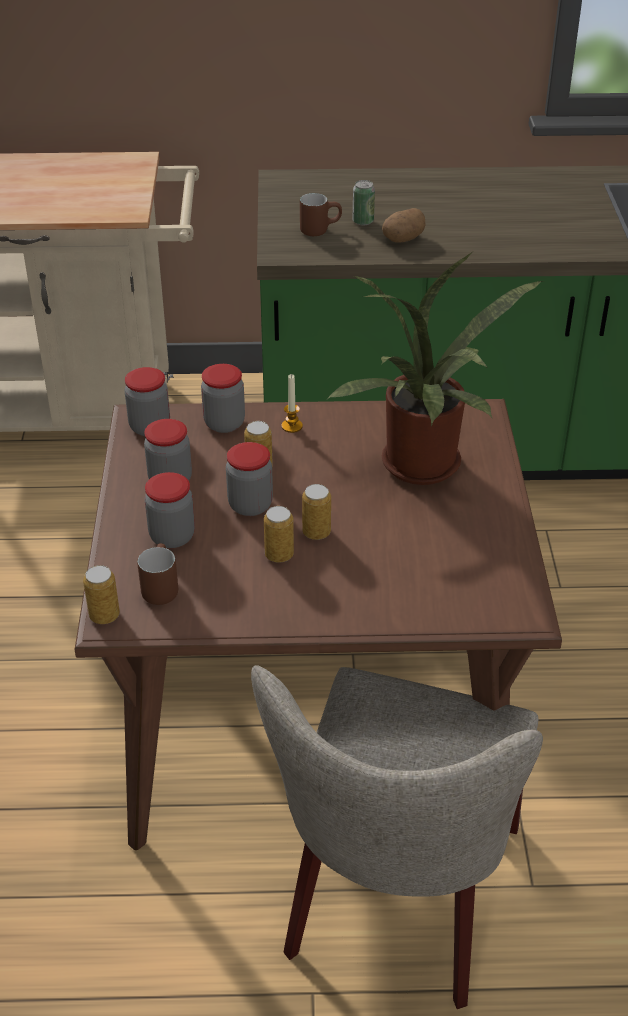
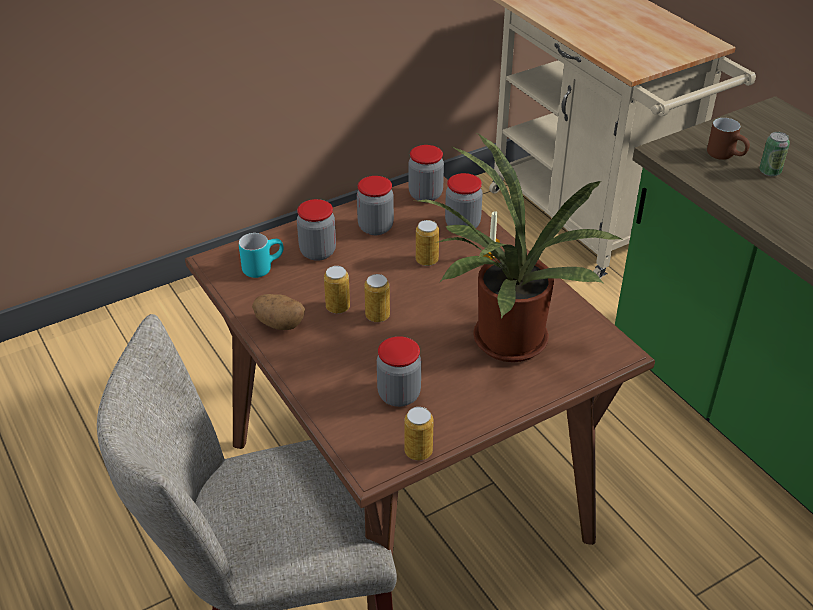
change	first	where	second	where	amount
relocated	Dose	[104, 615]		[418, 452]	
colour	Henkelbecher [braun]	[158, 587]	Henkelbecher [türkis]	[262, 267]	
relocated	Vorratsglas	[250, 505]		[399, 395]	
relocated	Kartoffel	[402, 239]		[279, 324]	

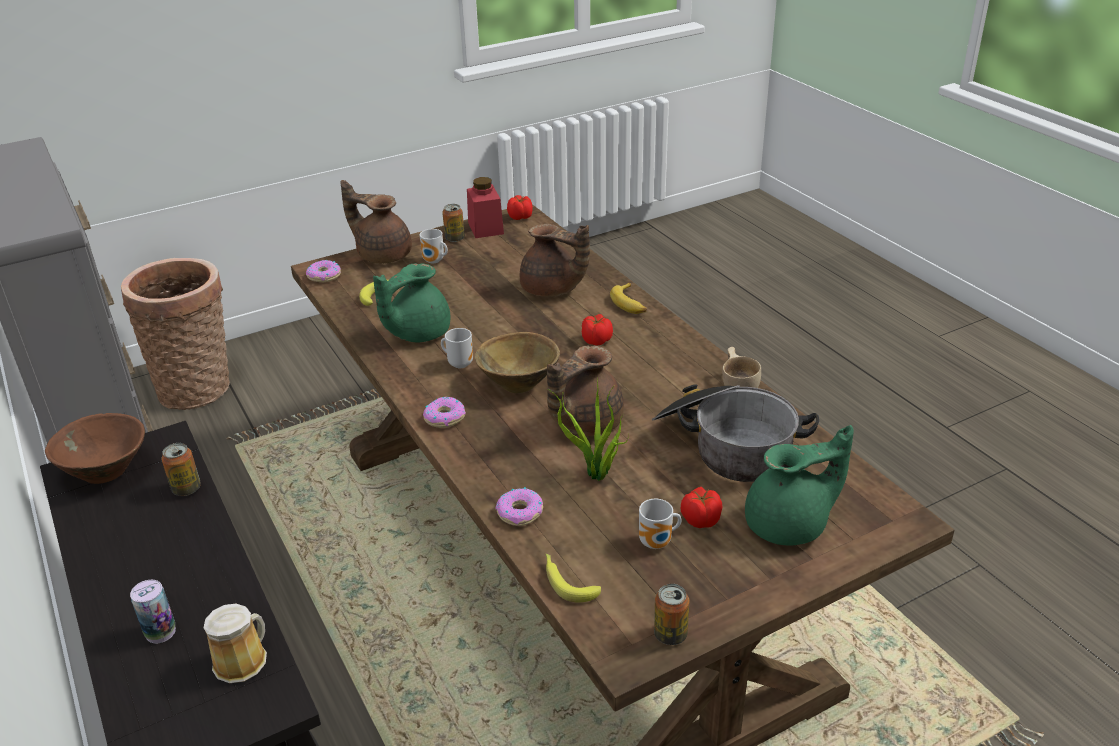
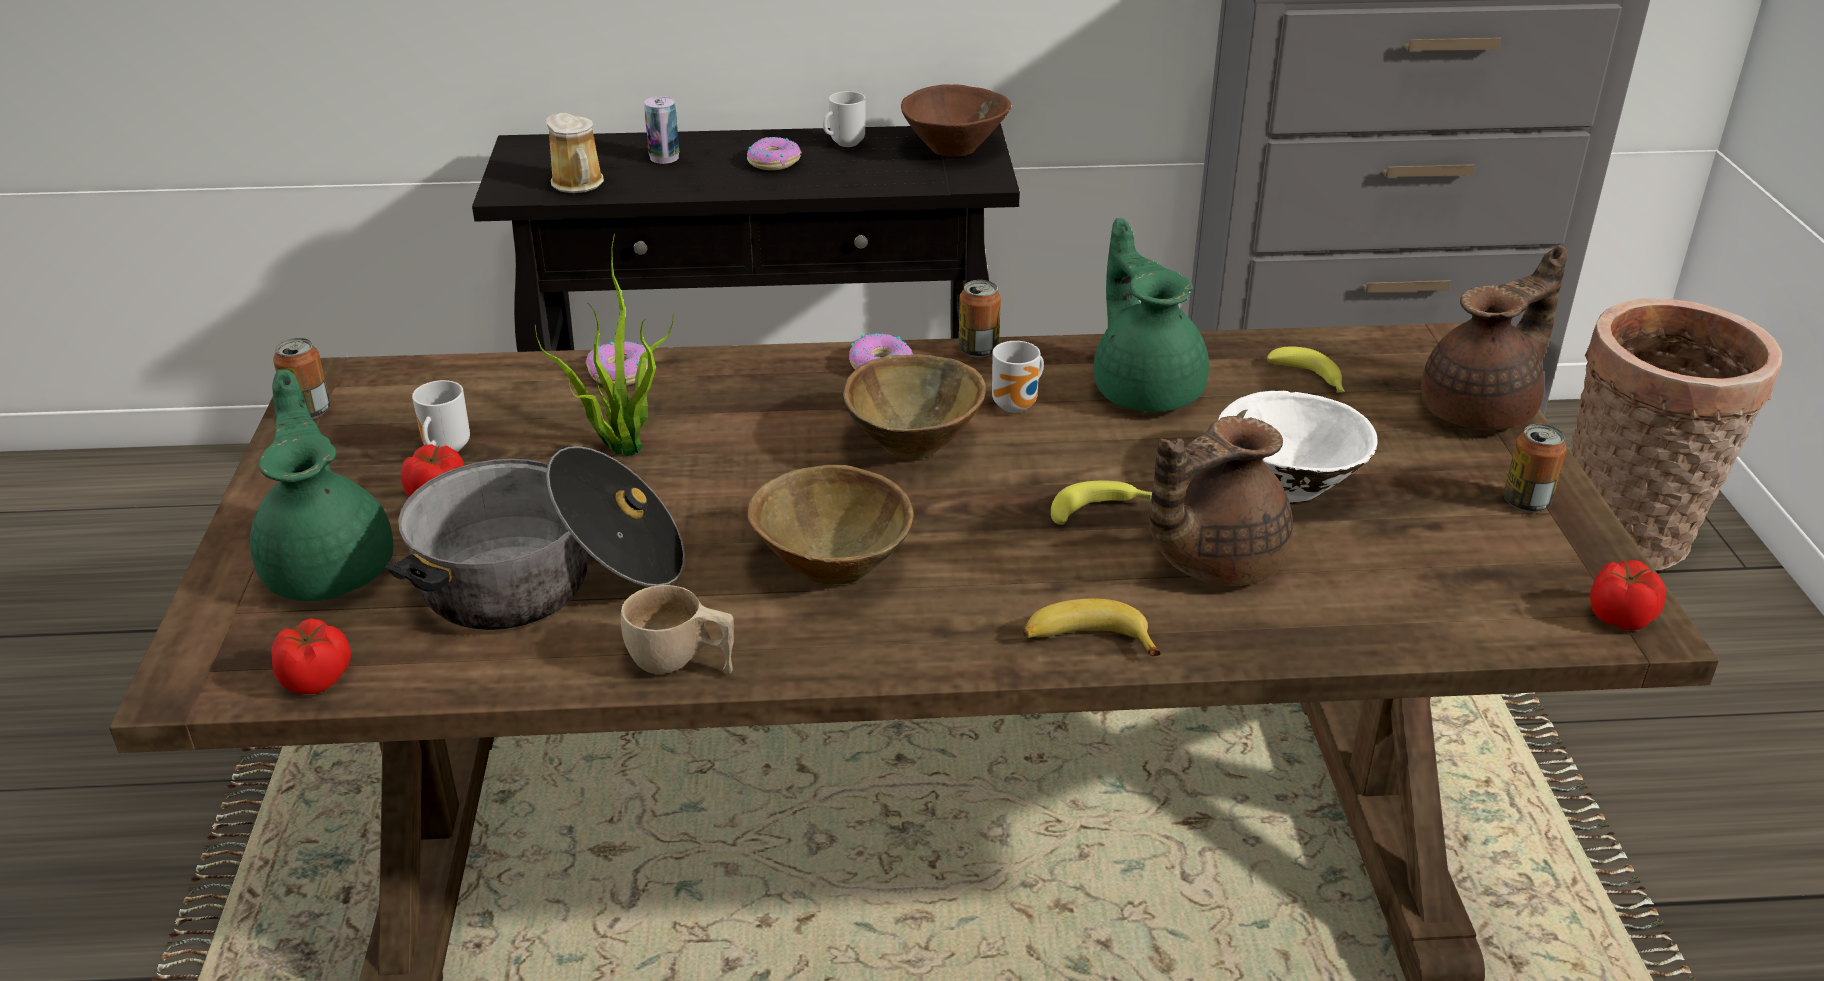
change	first	where	second	where	amount
relocated	Dose	[186, 489]		[978, 350]	
relocated	Donut	[324, 276]		[773, 162]	
relocated	Henkelbecher	[434, 261]		[844, 143]	
missing	Vorratsglas [rot]	[485, 228]			
relocated	Banane	[567, 581]		[1102, 511]	
missing	Teekanne [braun]	[584, 423]			
relocated	Tomate	[596, 340]		[317, 679]	
spun	Teekanne [grün]	[789, 525]		[331, 566]	150 degrees clockwise
appeared			Schüssel [braun]	[831, 566]	
appeared			Schüssel [weiß]	[1290, 484]	

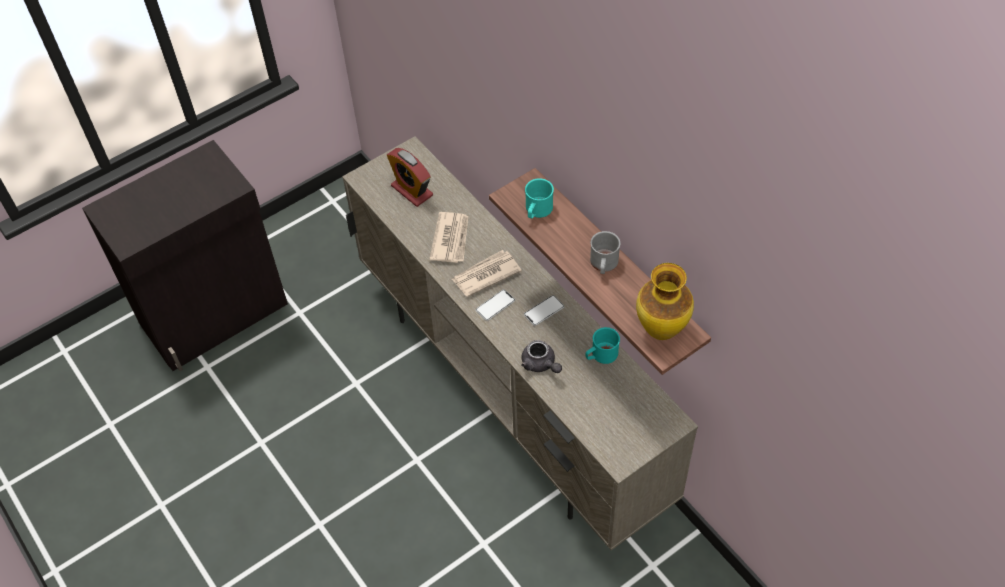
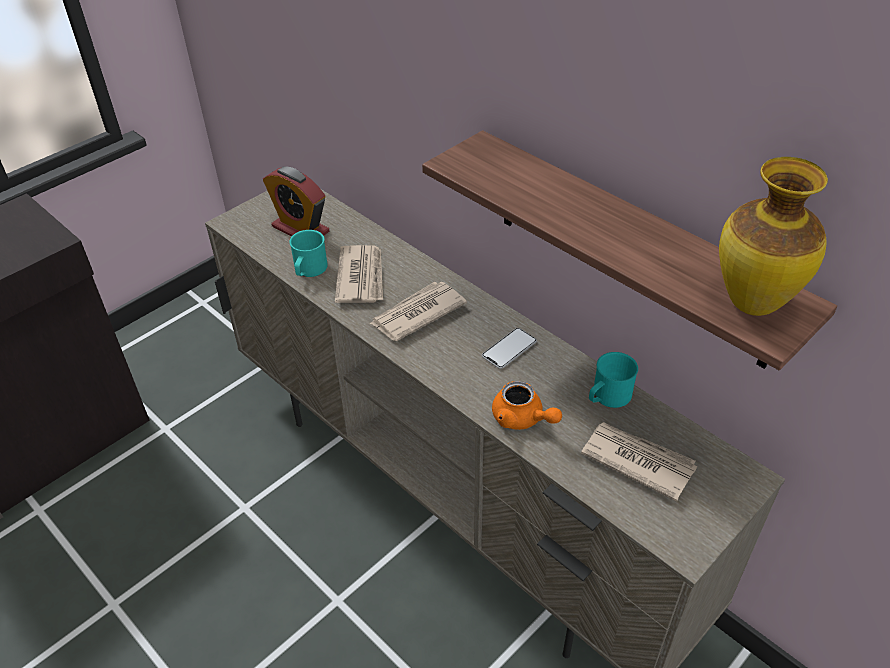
change	first	where	second	where	amount
missing	Handy	[495, 305]			
colour	Teekanne [grau]	[540, 364]	Teekanne [orange]	[522, 419]	
relocated	Henkelbecher [türkis]	[537, 211]		[309, 270]	
missing	Henkelbecher [grau]	[603, 264]			
appeared			Zeitung	[637, 460]	

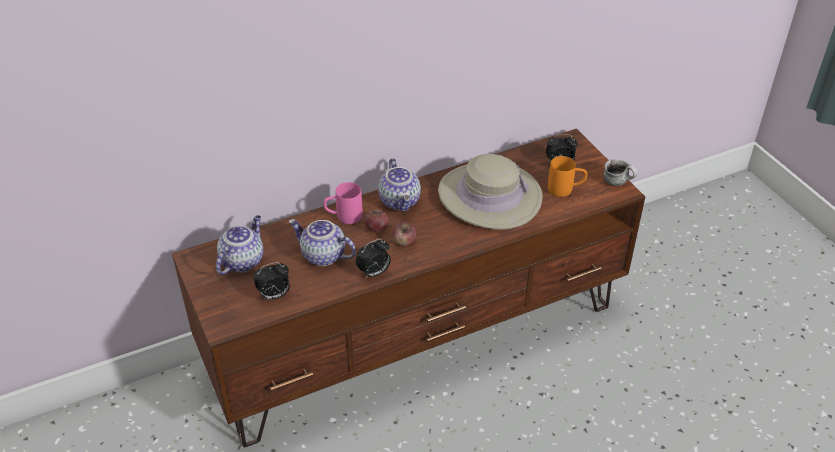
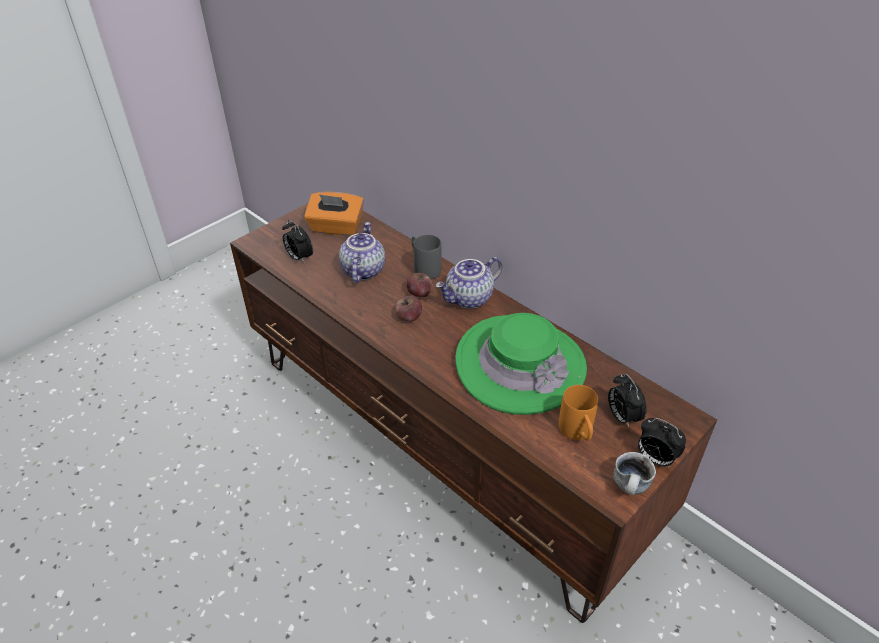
change	first	where	second	where	amount
exchanged	Teekanne	[242, 261]	Taschentuchbox [orange]	[336, 228]	
colour	Henkelbecher [rosa]	[343, 217]	Henkelbecher [grau]	[424, 268]	
relocated	Wecker	[374, 273]		[655, 459]	
colour	Hut [beige]	[489, 196]	Hut [grün]	[520, 365]	

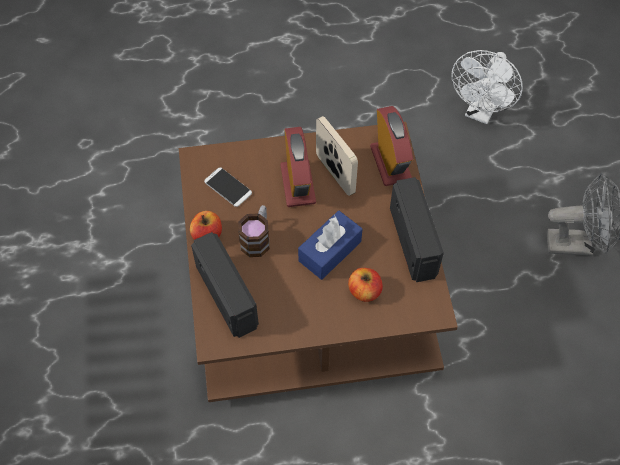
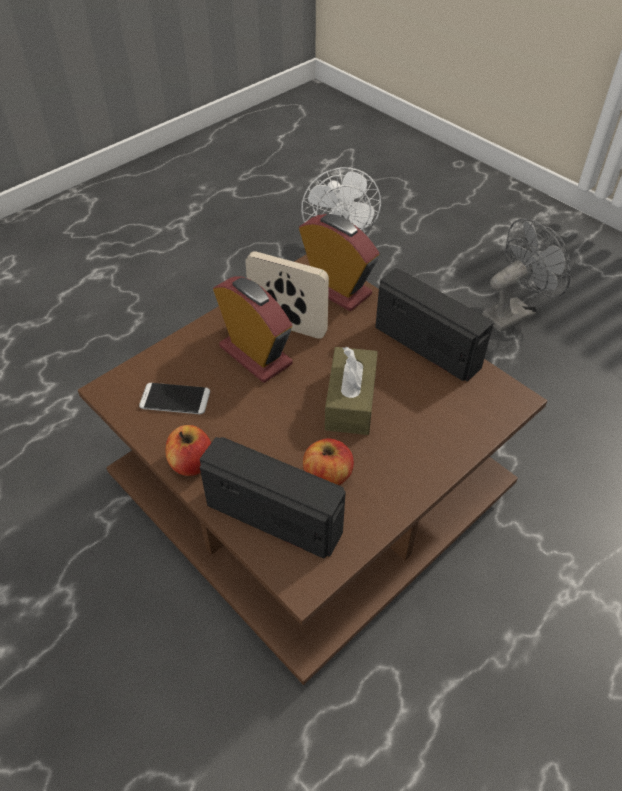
change	first	where	second	where	amount
missing	Henkelbecher	[257, 238]			
colour	Taschentuchbox [blau]	[330, 251]	Taschentuchbox [braun]	[350, 401]	
relocated	Apfel	[364, 291]		[327, 475]	

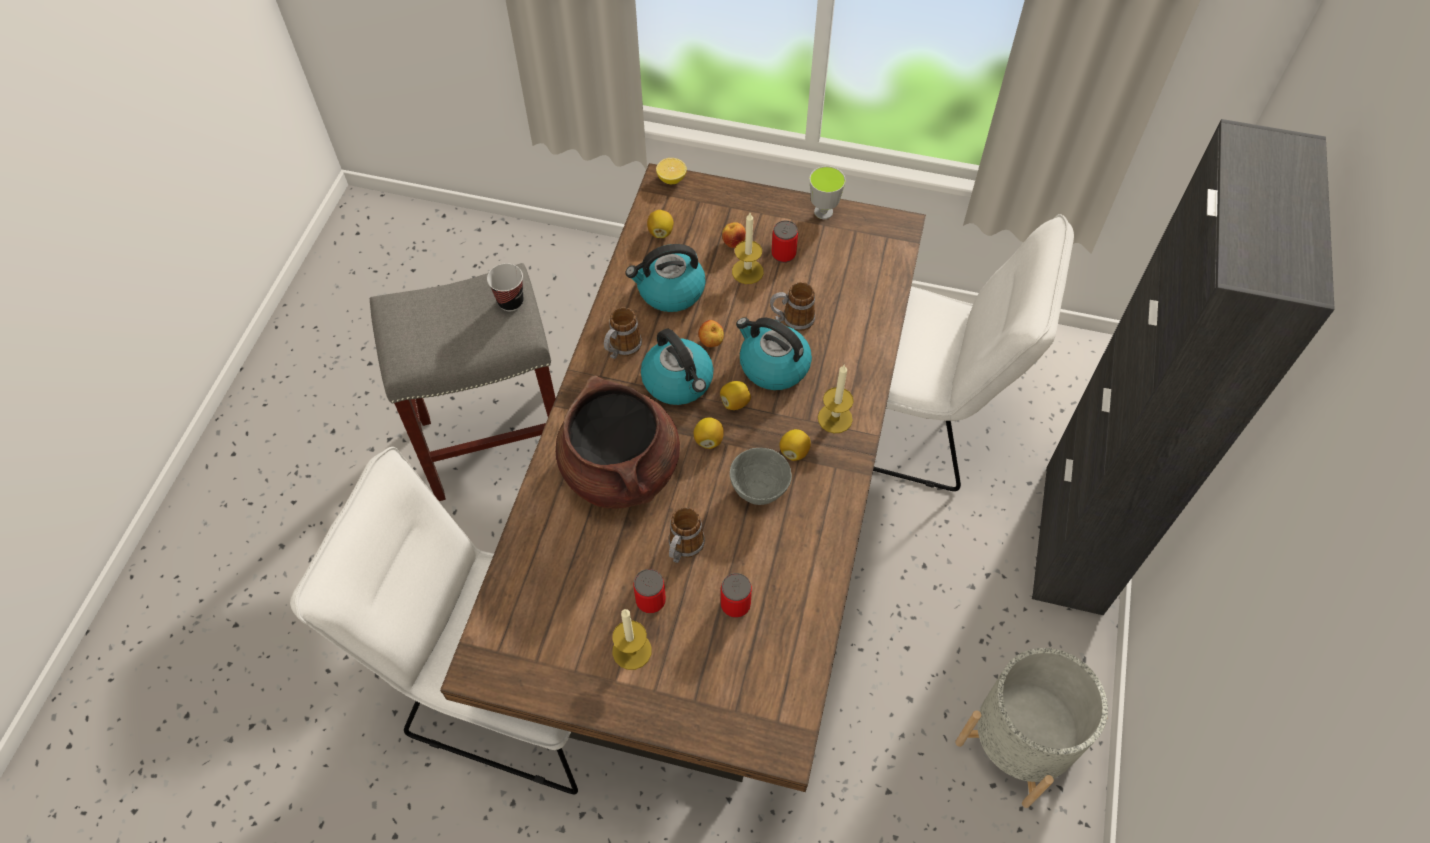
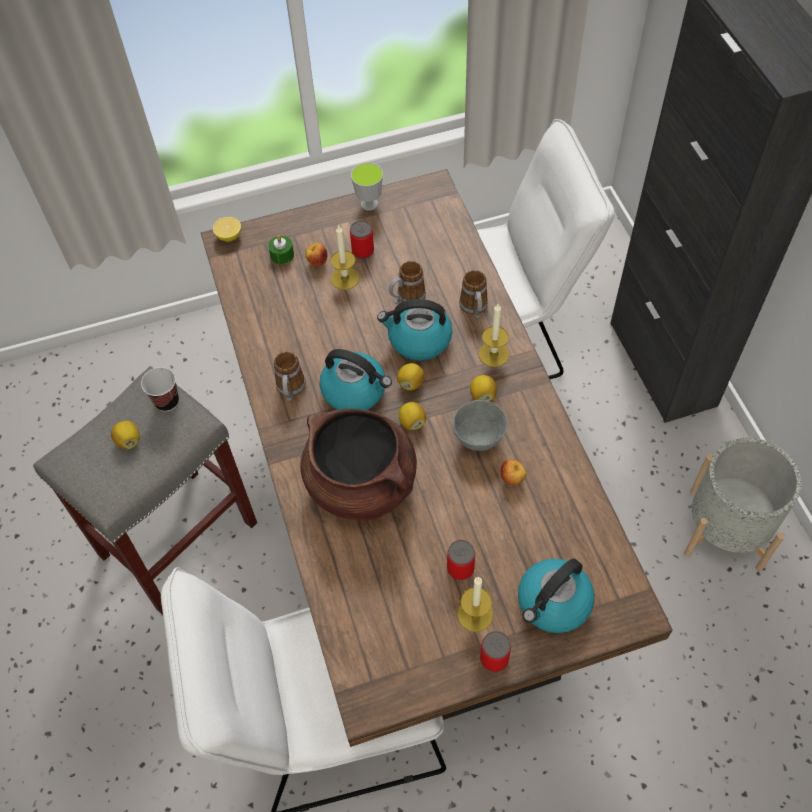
change	first	where	second	where	amount
relocated	Wasserkessel	[670, 291]		[553, 603]	
relocated	Zitrone	[660, 232]		[128, 441]	
relocated	Henkelbecher	[683, 549]		[474, 309]	
relocated	Apfel	[711, 342]		[512, 479]	
relocated	Dose	[735, 605]		[494, 658]	
appeared			Kerze [grün]	[282, 255]	

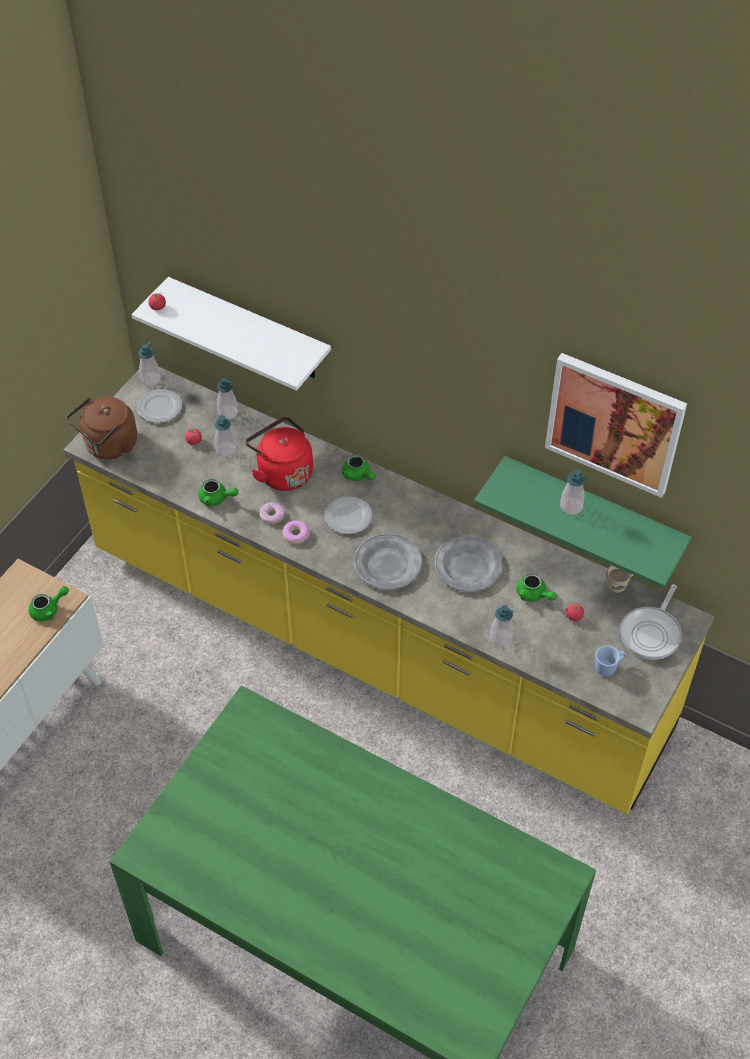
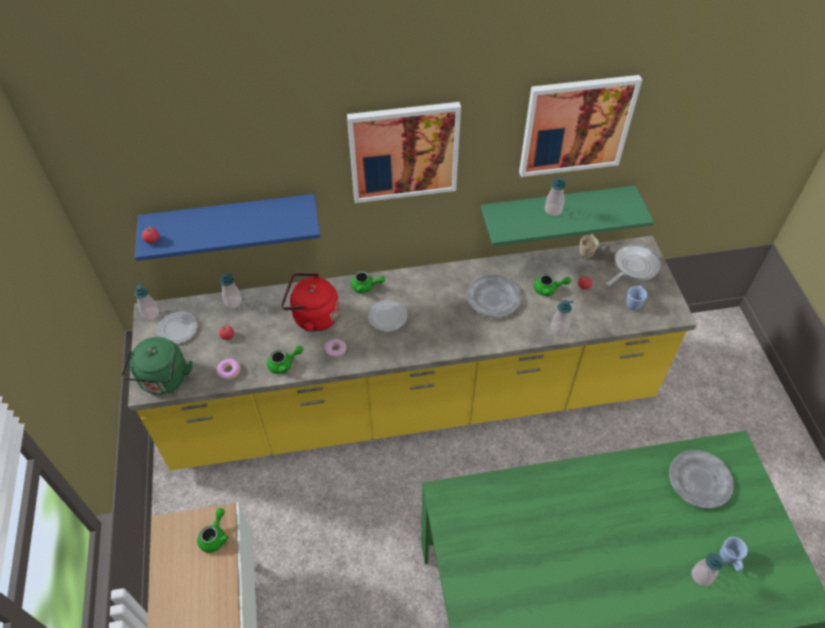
change	first	where	second	where	amount
colour	Wasserkessel [braun]	[108, 446]	Wasserkessel [grün]	[164, 380]	
colour	Wandregal [weiß]	[249, 330]	Wandregal [blau]	[231, 221]	
relocated	Seifenspender	[226, 450]		[701, 576]	
relocated	Donut	[296, 535]		[229, 371]	
relocated	Teller [grau]	[387, 564]		[699, 481]	
spun	Pfanne	[652, 633]		[633, 267]	120 degrees counterclockwise
appeared			Bild	[404, 152]	
appeared			Henkelbecher [blau]	[730, 560]	

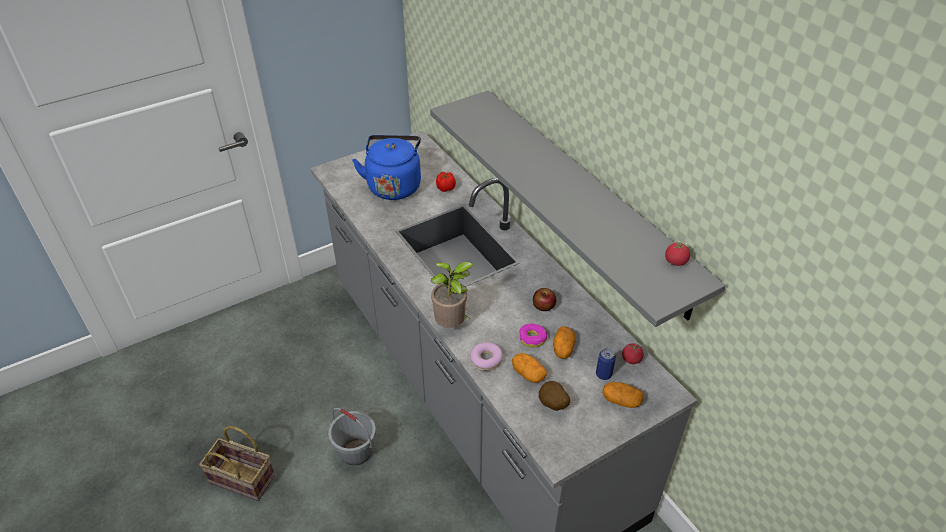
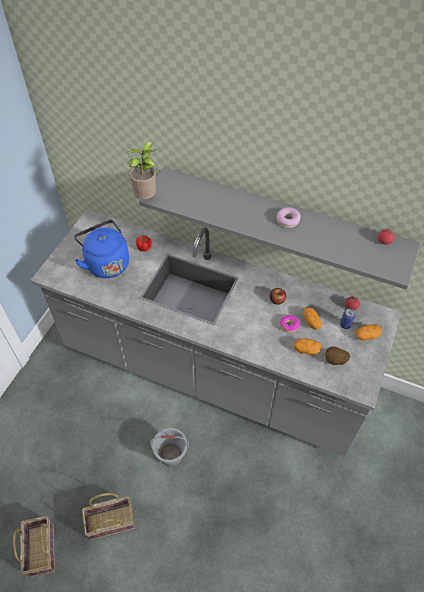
change	first	where	second	where	amount
relocated	Topfpflanze	[452, 325]		[147, 198]	
relocated	Donut	[486, 360]		[288, 220]	
appeared			Korb	[41, 549]	

